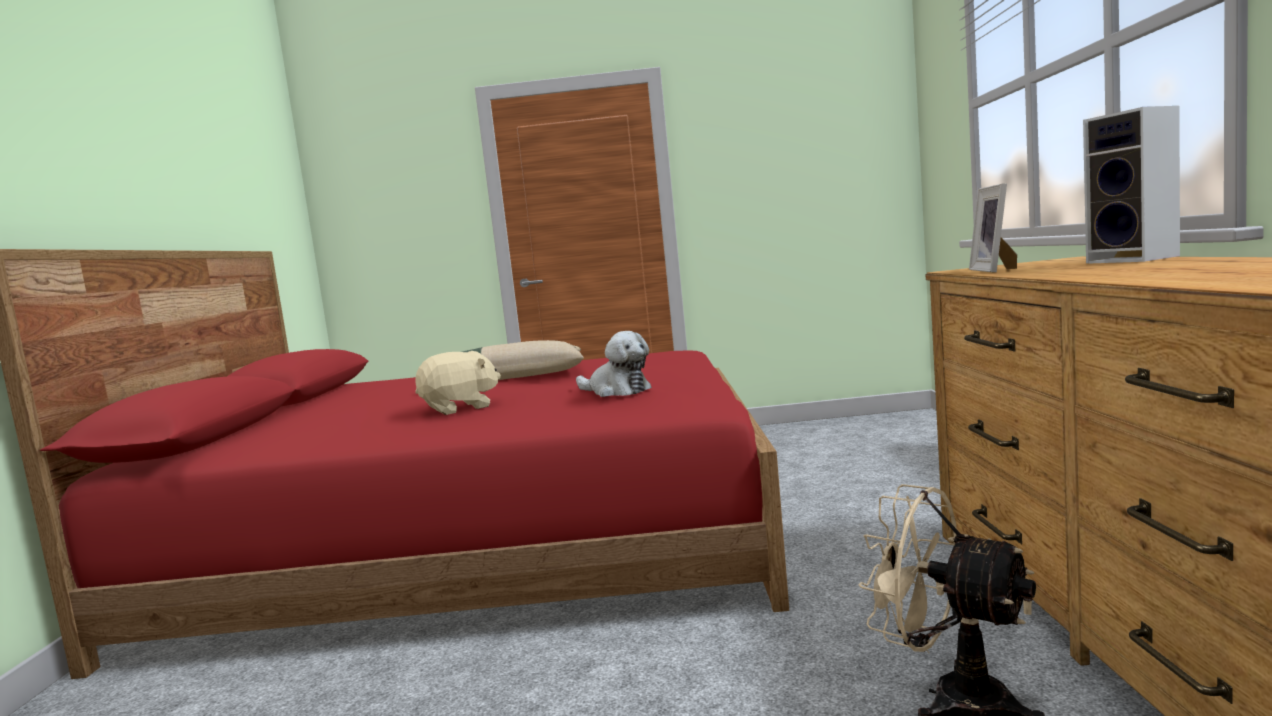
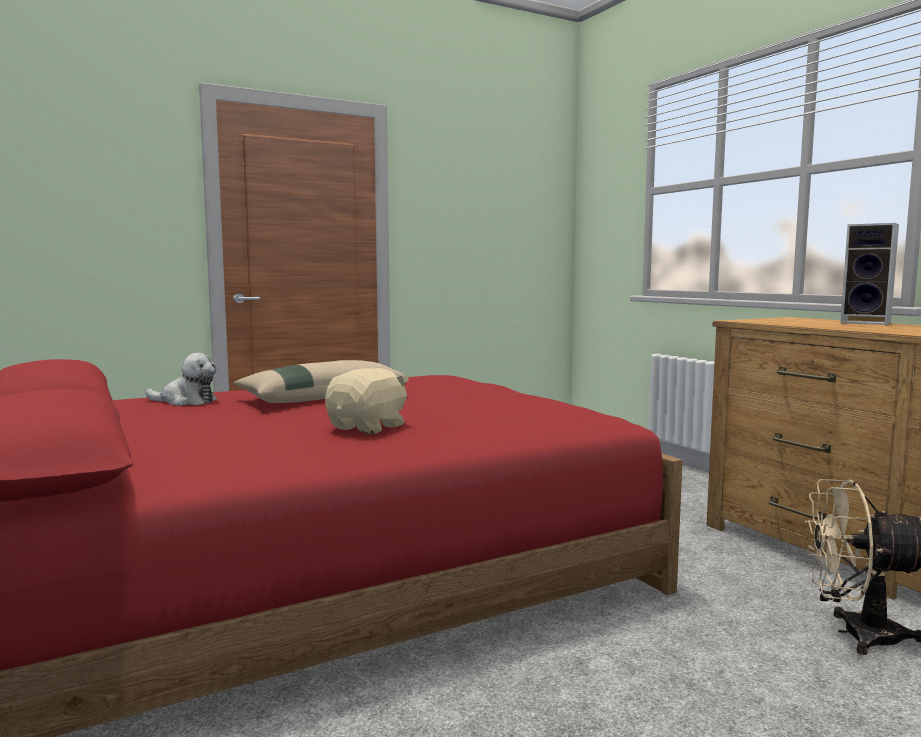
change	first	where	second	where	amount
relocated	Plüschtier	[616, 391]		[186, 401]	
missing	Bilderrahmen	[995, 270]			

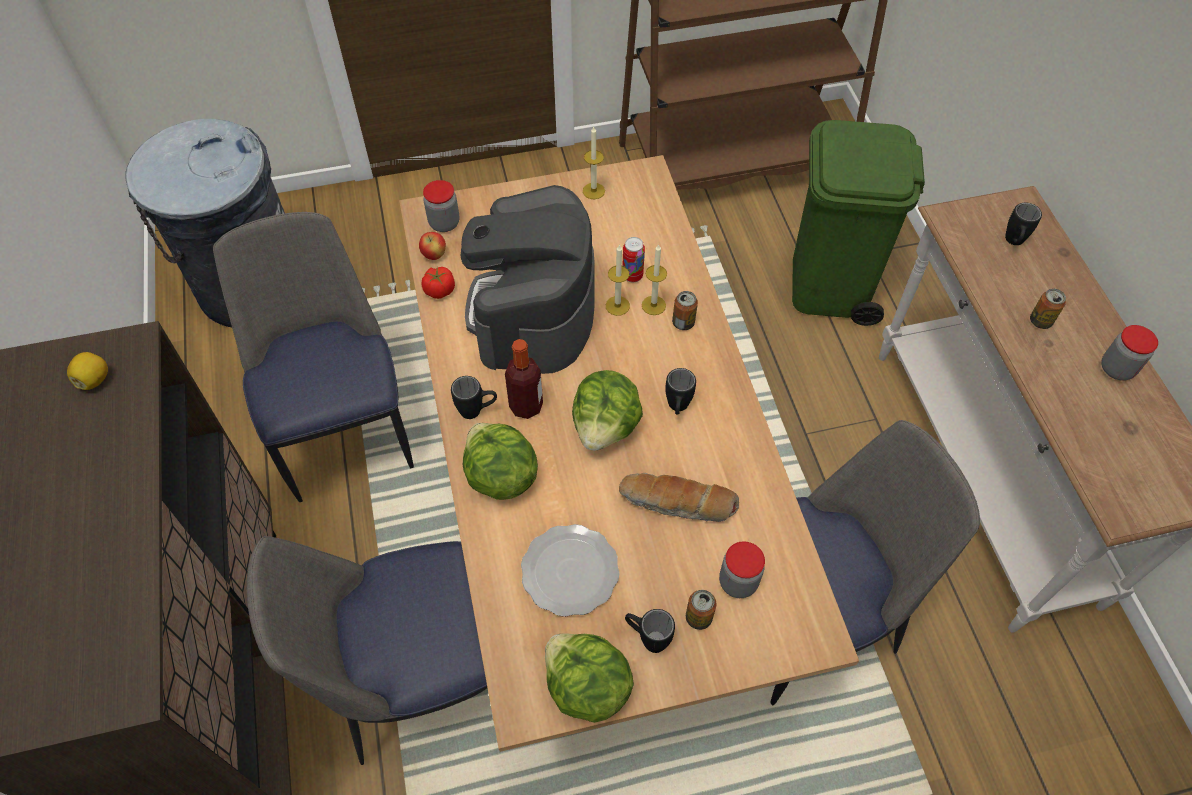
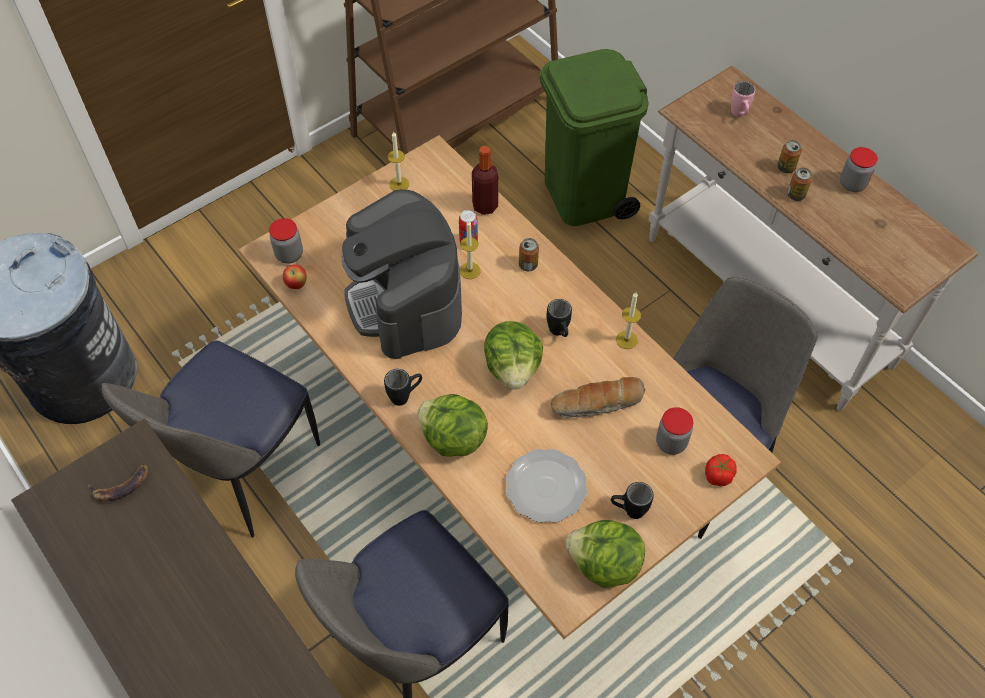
change	first	where	second	where	amount
exchanged	Zitrone	[94, 379]	Banane	[121, 485]	
spun	Stuhl	[343, 428]		[240, 469]	105 degrees counterclockwise
relocated	Tomate	[439, 290]		[718, 475]	
relocated	Flasche	[526, 406]		[485, 206]	
relocated	Kerze	[653, 305]		[626, 340]	
relocated	Dose	[698, 618]		[795, 195]	
colour	Henkelbecher [schwarz]	[1013, 243]	Henkelbecher [rosa]	[739, 115]	

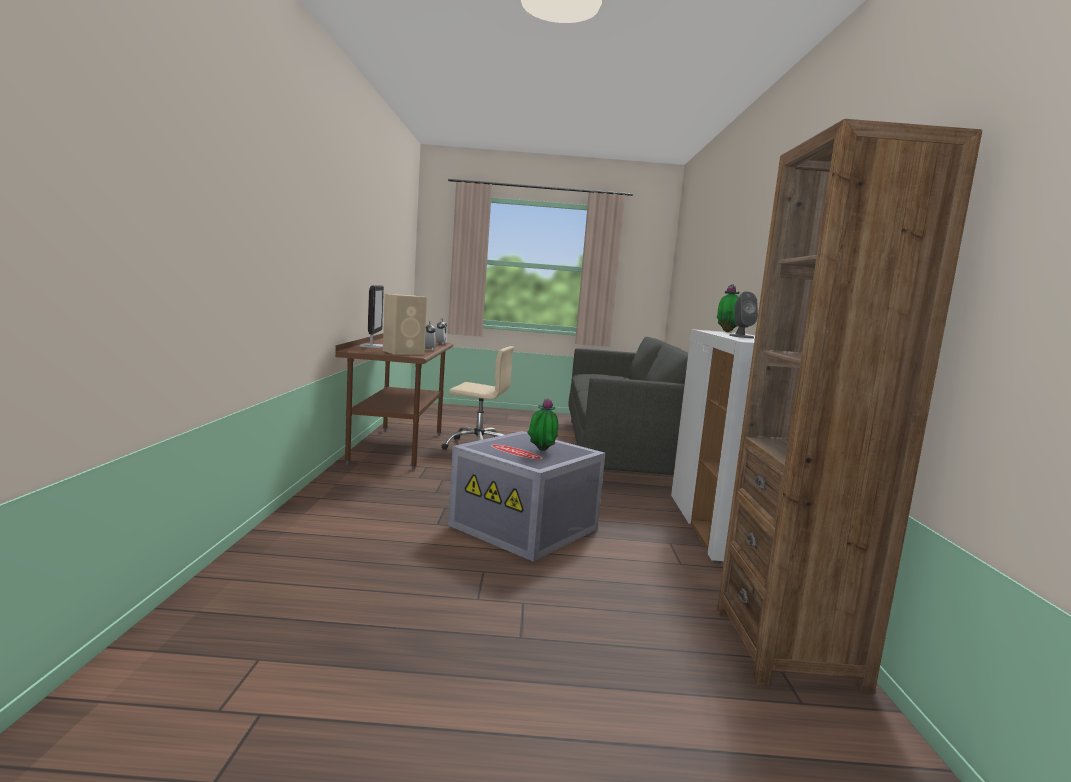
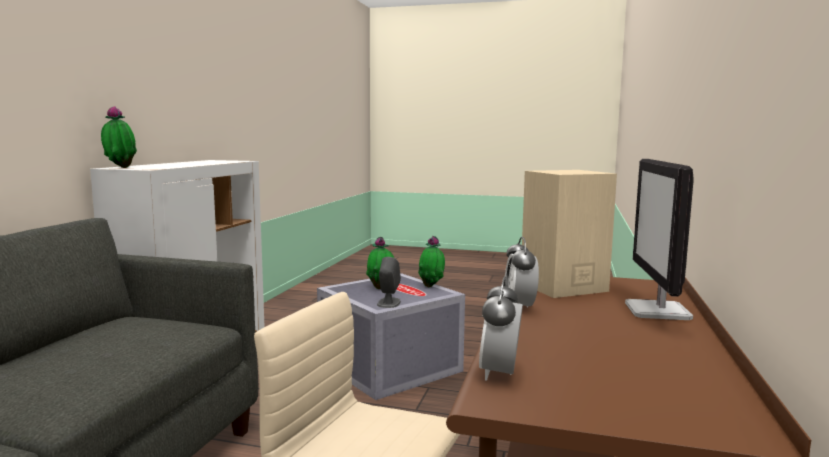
change	first	where	second	where	amount
missing	Bücherregal [braun]	[788, 648]			
relocated	Lautsprecher [grau]	[741, 336]		[388, 303]	
appeared			Topfpflanze	[431, 286]	

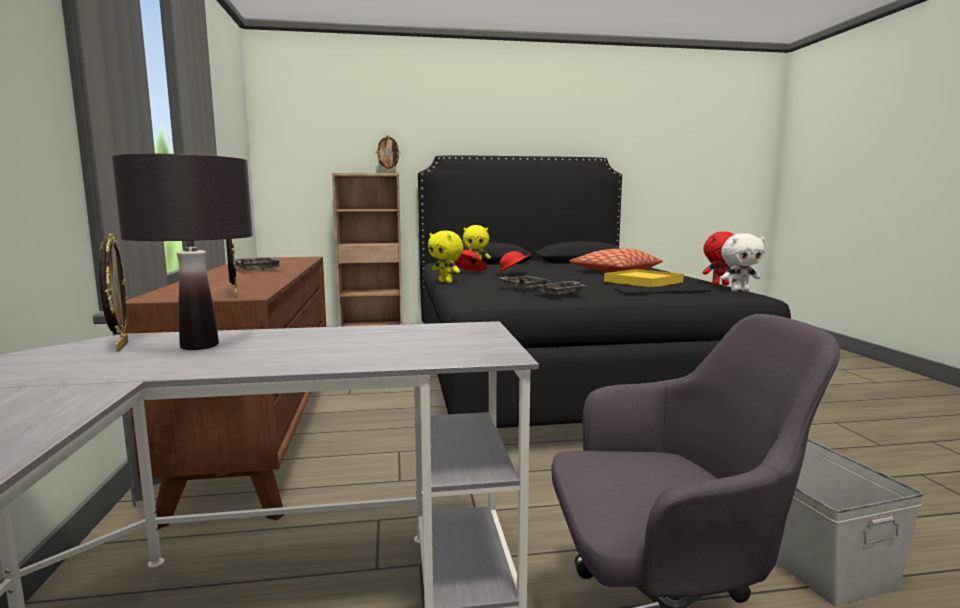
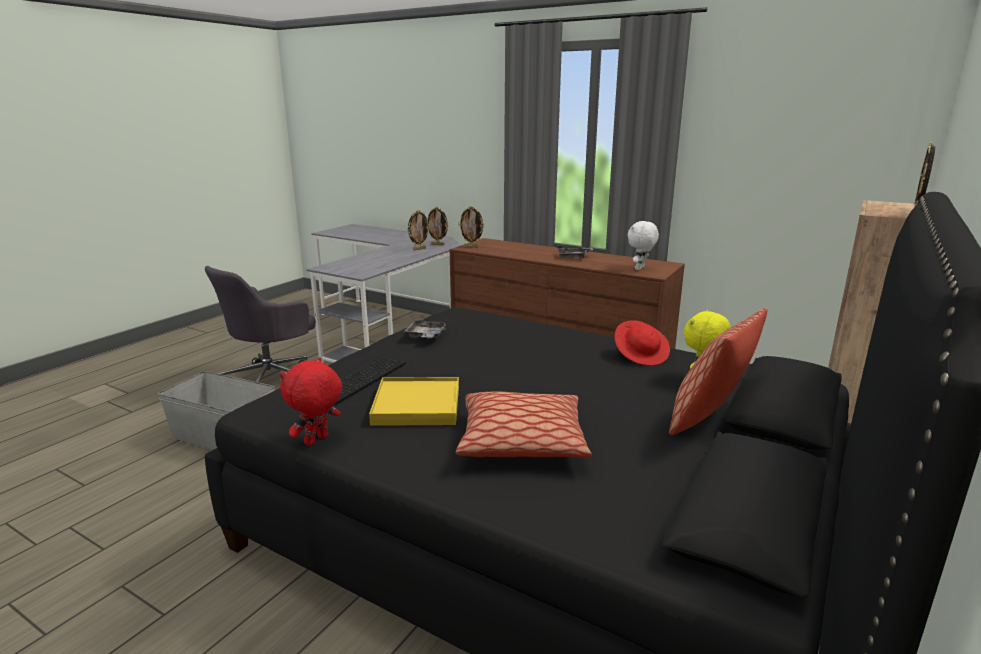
change	first	where	second	where	amount
exchanged	Tischlampe [schwarz]	[199, 346]	Bilderrahmen	[419, 249]	
missing	Plüschtier [gelb]	[446, 282]			
missing	Hut [rot]	[512, 275]			
missing	Tablett [grau]	[523, 288]			
relocated	Plüschtier [weiß]	[739, 291]		[640, 268]	
appeared			Kissen	[709, 419]	

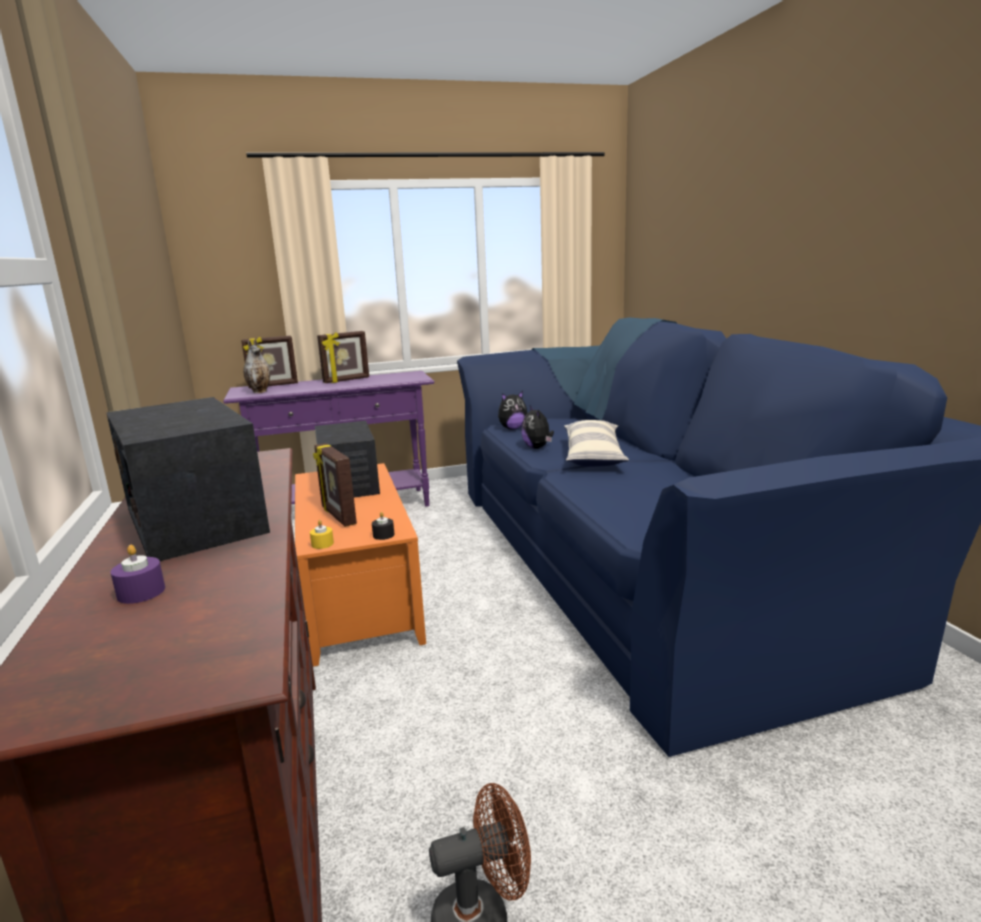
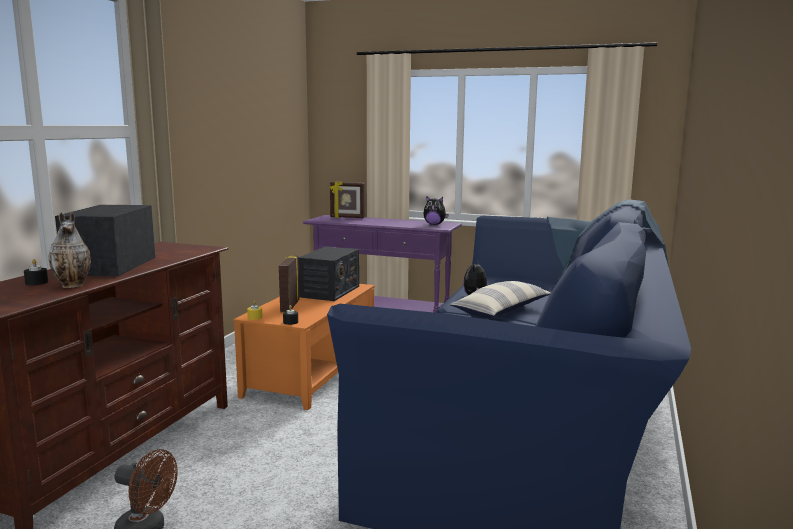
change	first	where	second	where	amount
colour	Kerze [lila]	[141, 592]	Kerze [schwarz]	[36, 282]	
relocated	Vase	[260, 391]		[74, 285]	
missing	Bilderrahmen	[346, 380]			
relocated	Plüschtier	[512, 428]		[434, 224]	

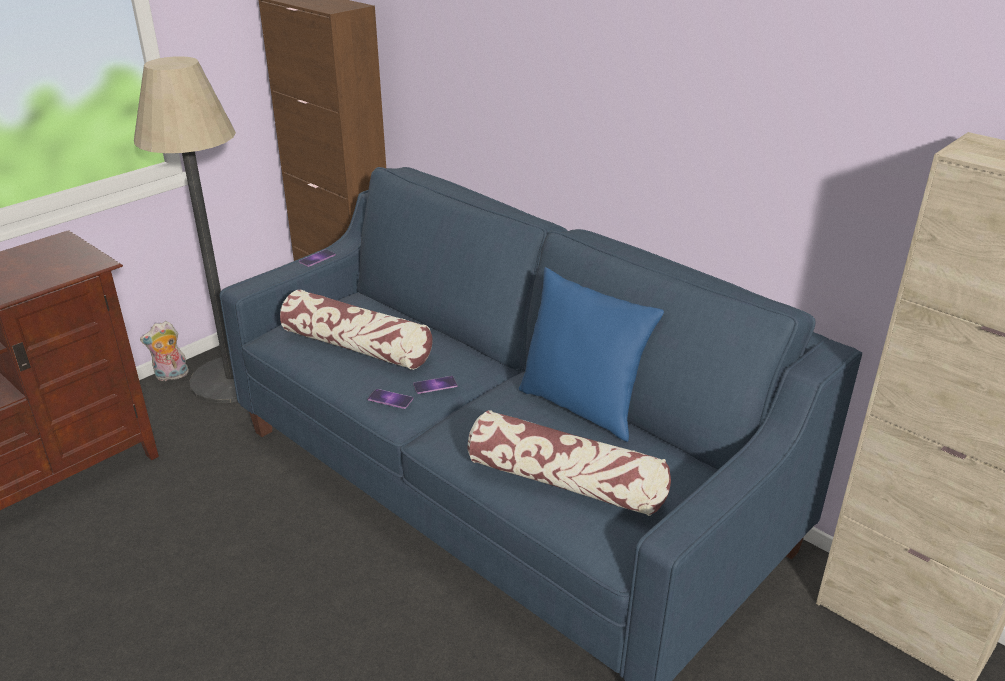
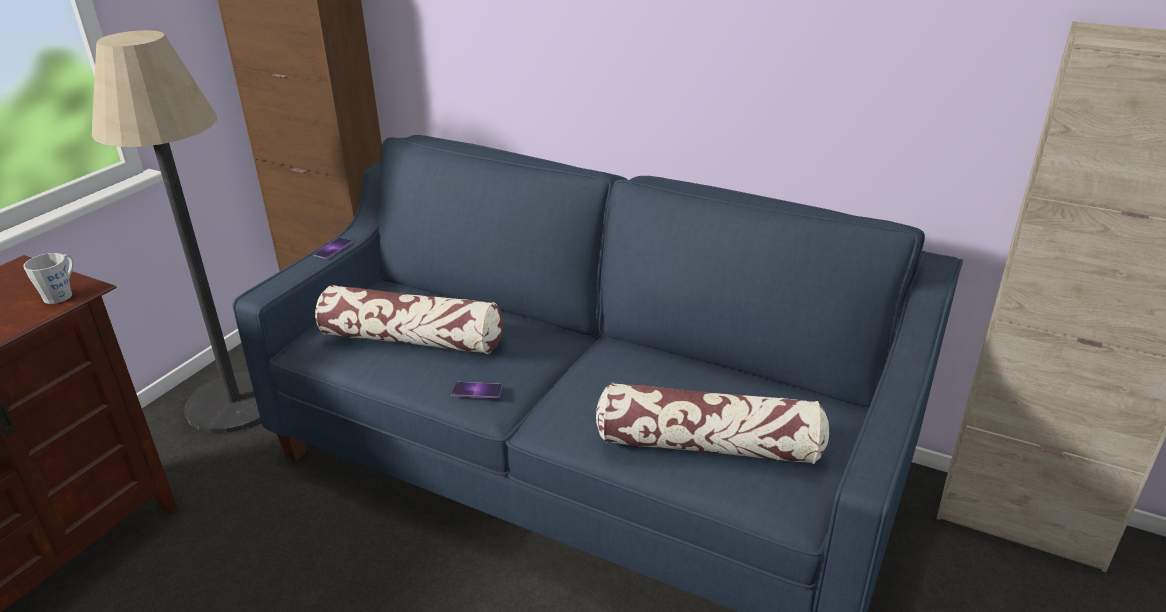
change	first	where	second	where	amount
missing	Plüschtier	[171, 376]			
missing	Handy	[435, 385]			
missing	Kissen [blau]	[582, 406]			
appeared			Henkelbecher [grau]	[62, 294]	

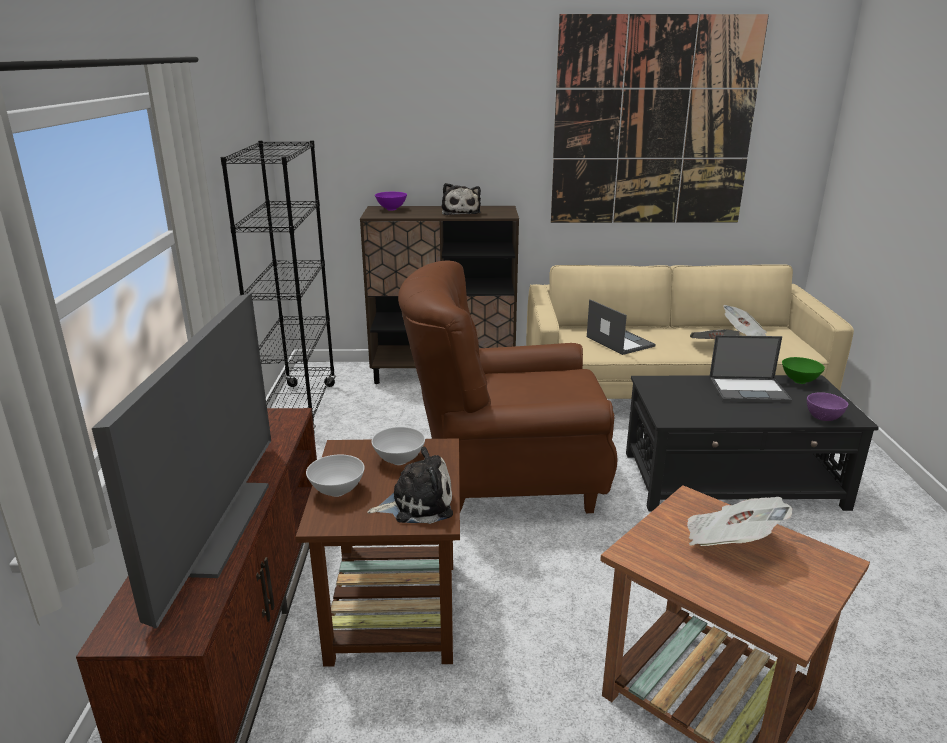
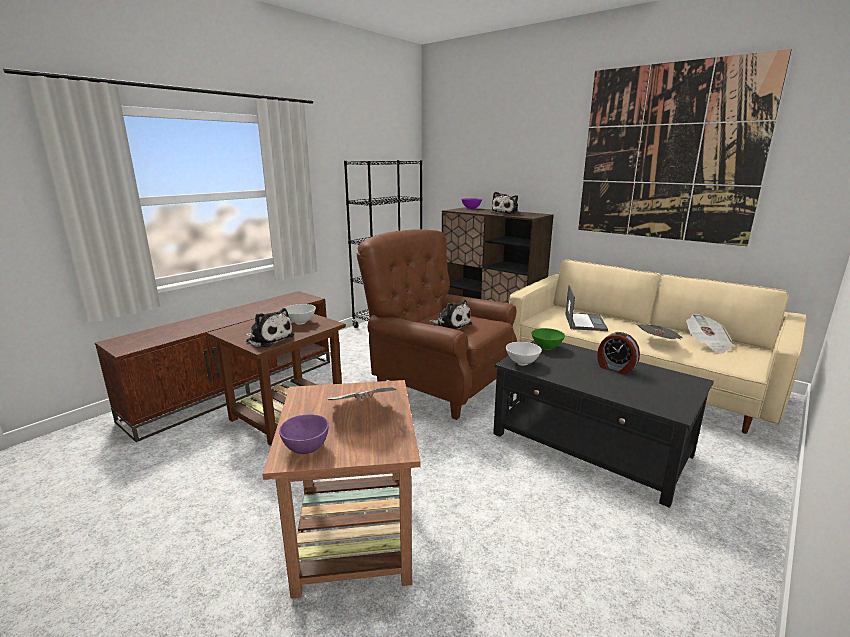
change	first	where	second	where	amount
missing	Fernseher	[210, 525]			
relocated	Schüssel [weiß]	[337, 491]		[522, 363]	
exchanged	Laptop	[749, 390]	Wecker	[615, 368]	
relocated	Schüssel [grün]	[799, 381]		[547, 348]	
relocated	Schüssel [lila]	[824, 418]		[306, 449]	
appeared			Plüschtier	[450, 325]	

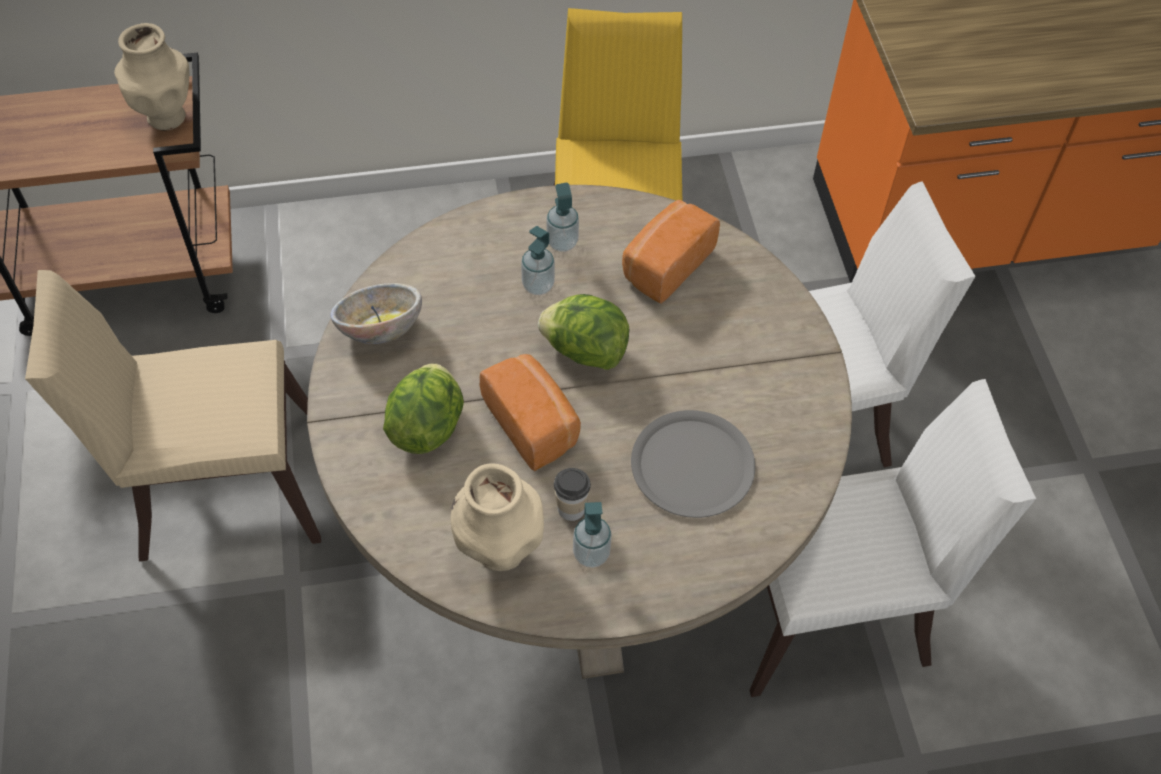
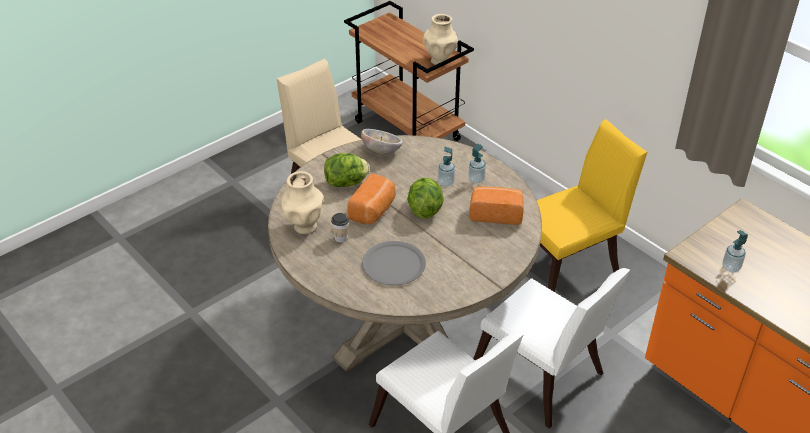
change	first	where	second	where	amount
relocated	Seifenspender	[591, 554]		[731, 267]	

